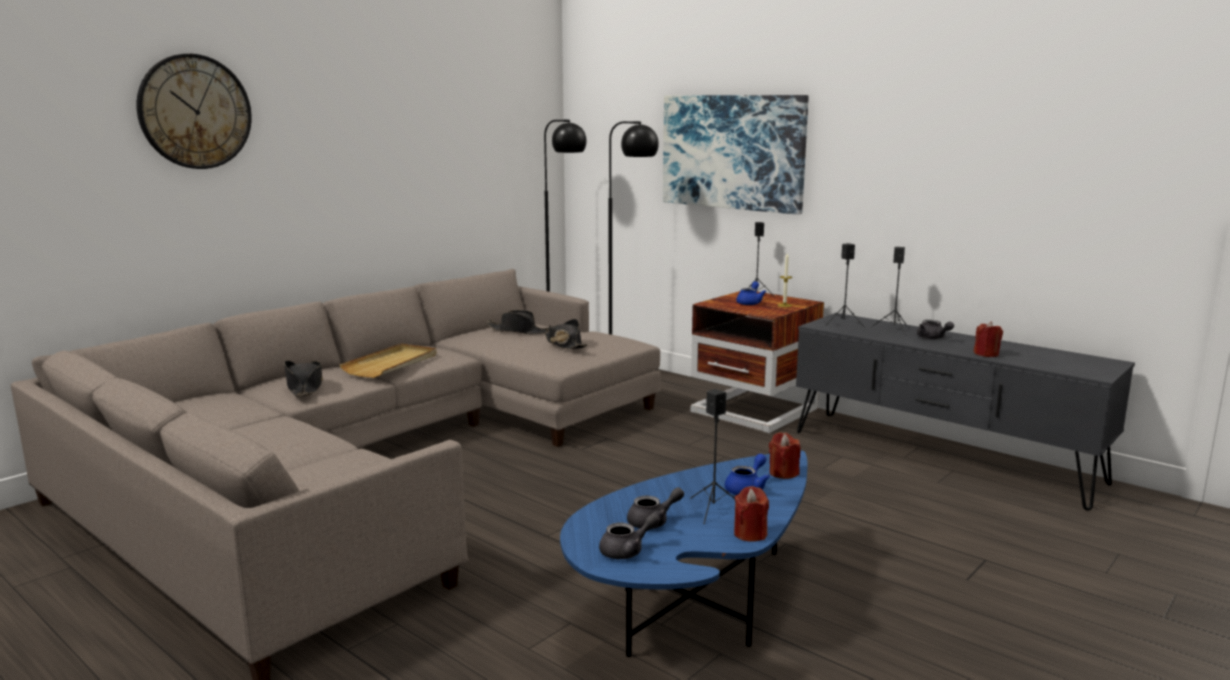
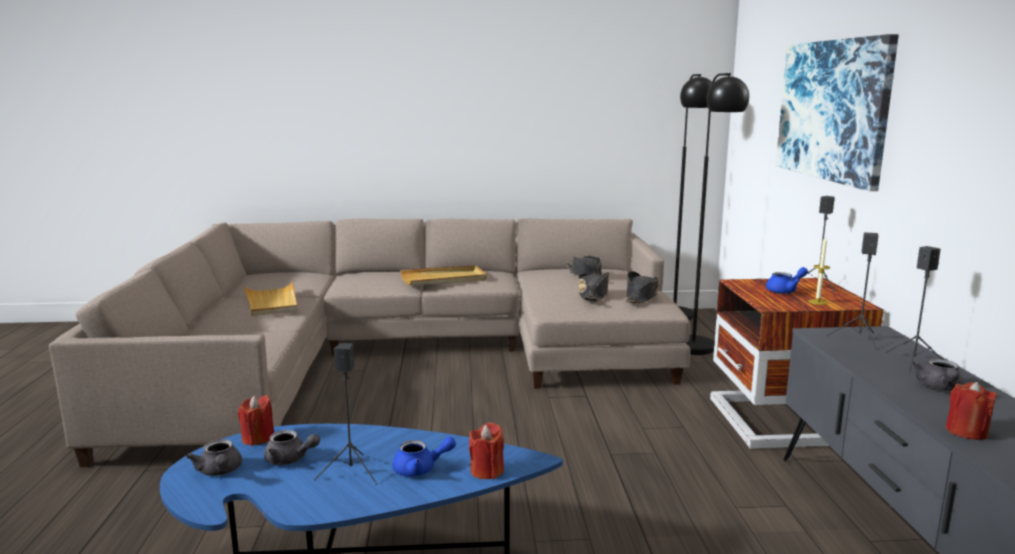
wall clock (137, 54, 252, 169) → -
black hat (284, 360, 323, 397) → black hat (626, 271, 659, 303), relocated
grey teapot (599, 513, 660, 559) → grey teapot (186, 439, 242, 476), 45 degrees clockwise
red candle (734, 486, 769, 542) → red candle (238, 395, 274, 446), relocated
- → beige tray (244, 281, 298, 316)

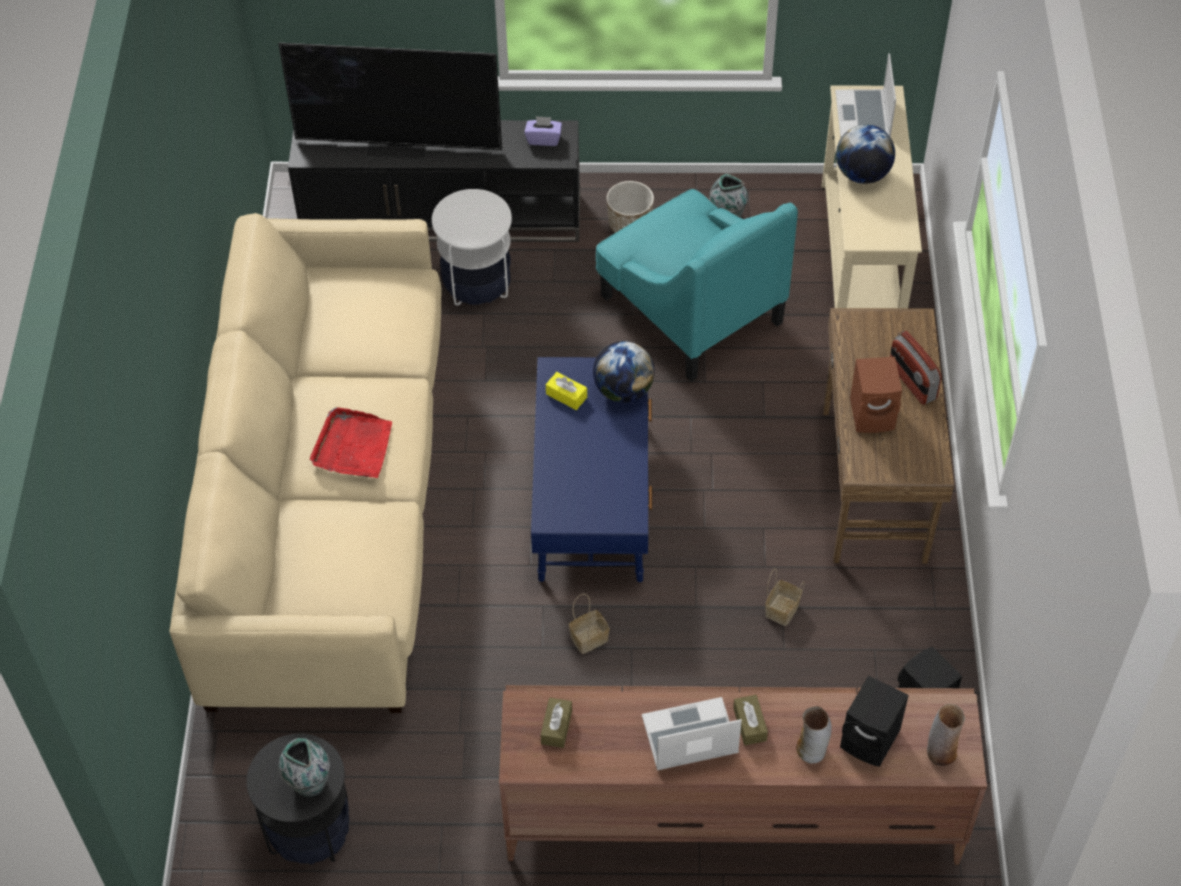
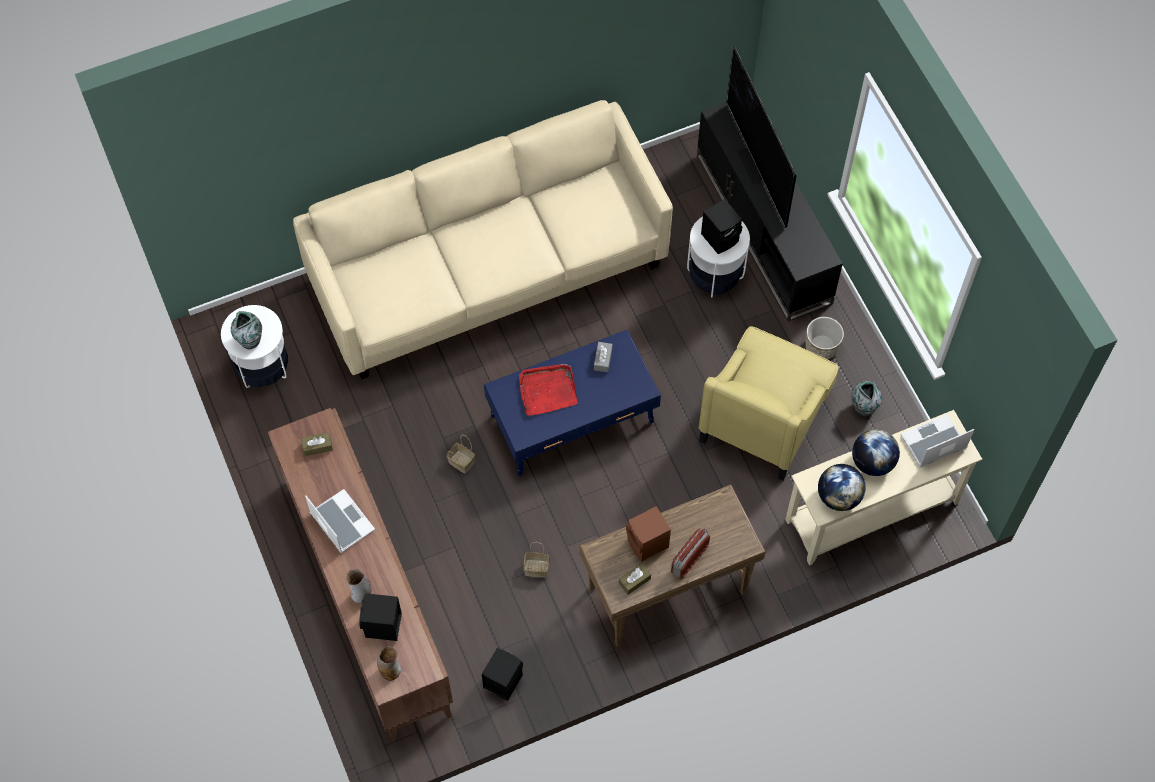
black side table (246, 734, 349, 864) → white side table (221, 305, 288, 388)
red tray (310, 407, 392, 478) → red tray (519, 364, 578, 416), relocated
purple tissue box (524, 116, 562, 146) → -
yellow tissue box (546, 372, 587, 410) → grey tissue box (594, 342, 612, 372)
globe (593, 341, 655, 403) → globe (818, 464, 866, 511), relocated
turquoise armchair (596, 189, 798, 382) → yellow armchair (699, 326, 839, 481)
brown tissue box (733, 695, 768, 745) → brown tissue box (619, 563, 651, 595), relocated
- → black speaker (701, 199, 742, 254)

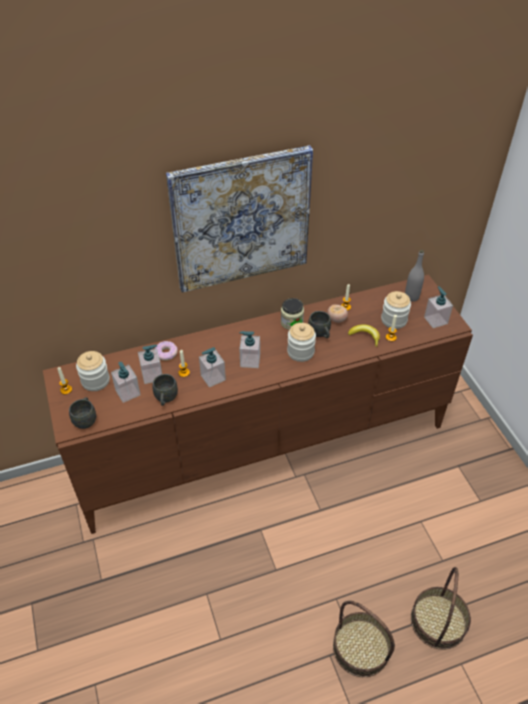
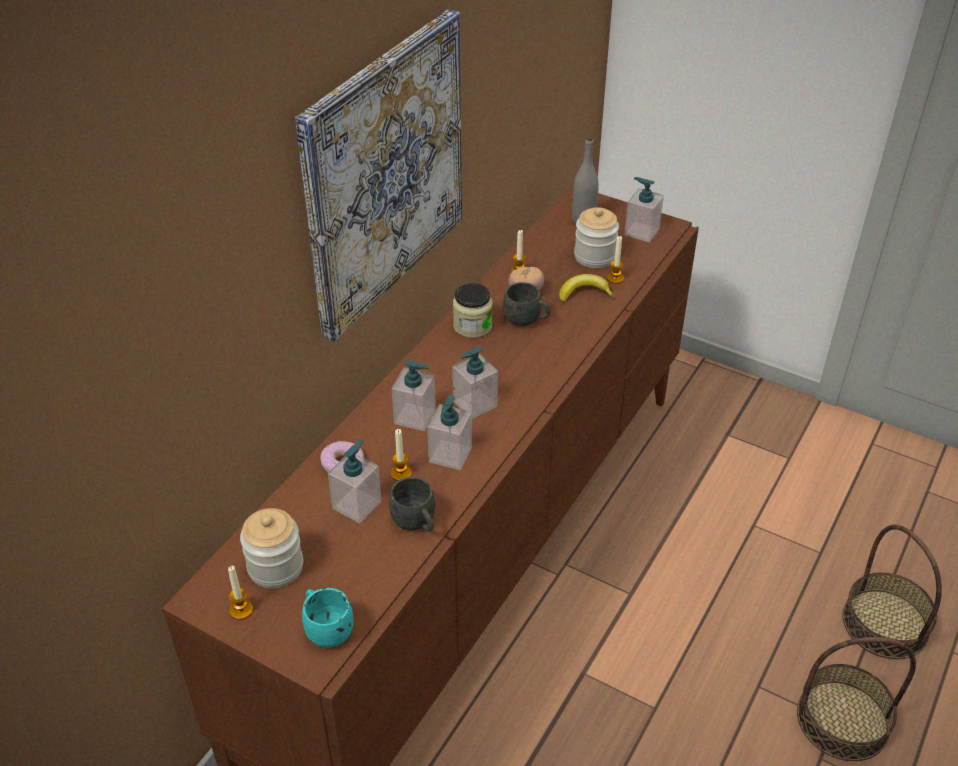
grey mug (69, 397, 96, 429) → turquoise mug (302, 588, 354, 647)
soap dispenser (111, 362, 141, 403) → soap dispenser (392, 360, 436, 431), relocated
jar (287, 323, 316, 362) → -

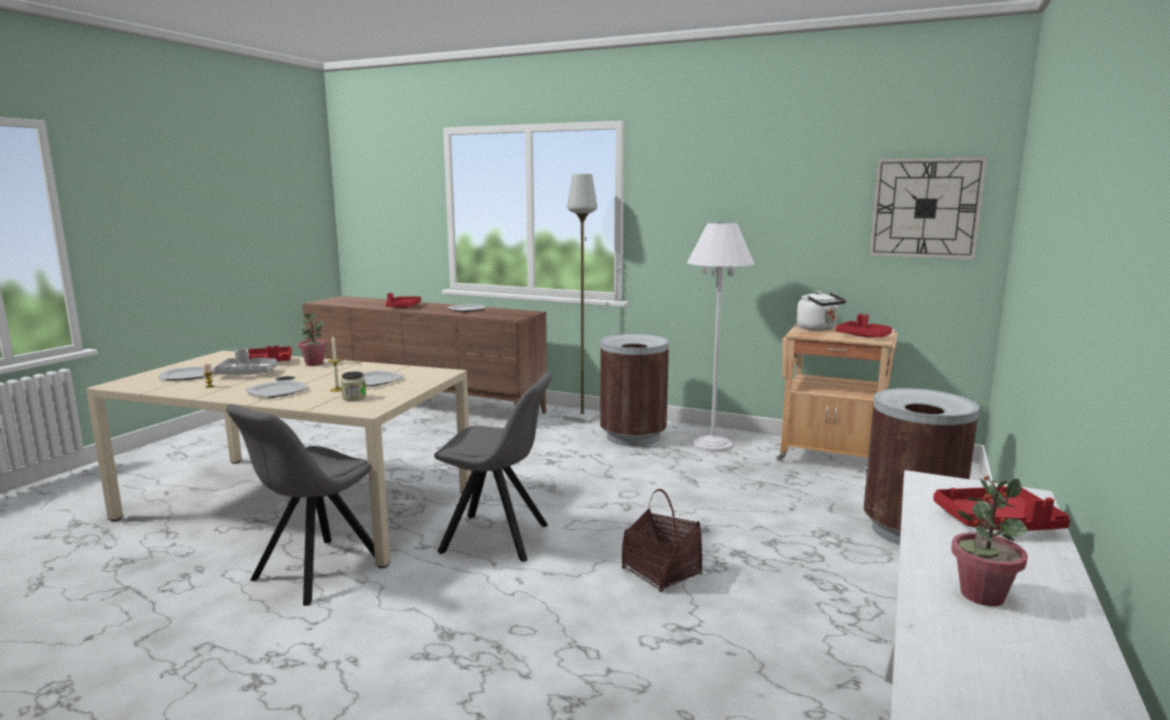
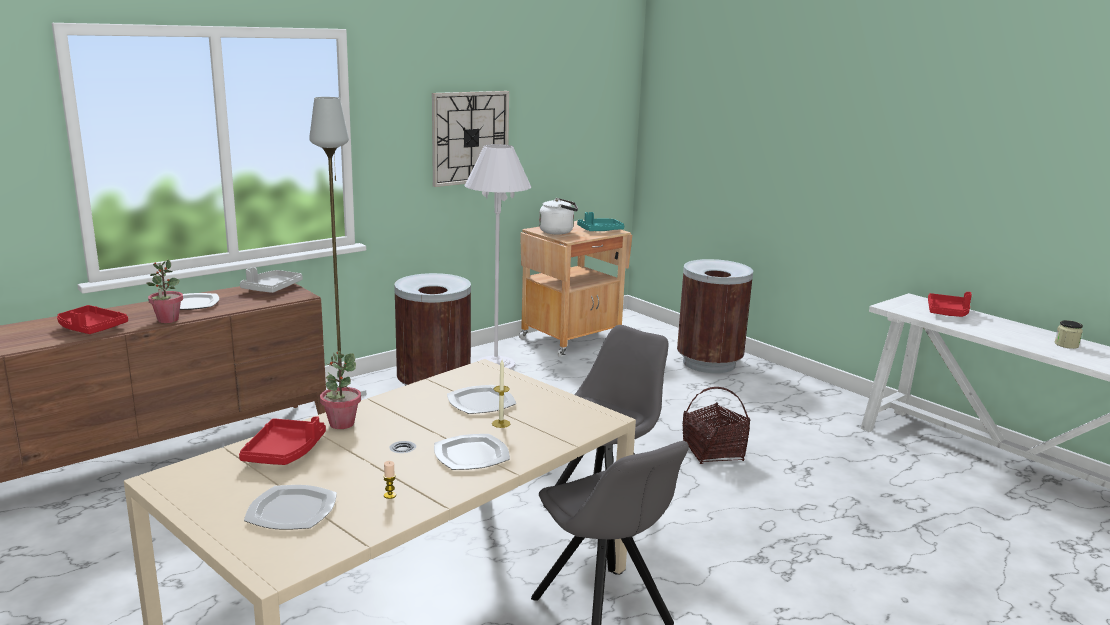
grey tray (213, 349, 278, 375) → grey tray (240, 267, 303, 293), relocated
jar (341, 371, 366, 401) → jar (1055, 320, 1083, 349), relocated
red tray (836, 314, 892, 338) → turquoise tray (577, 212, 625, 231)
wall clock (869, 157, 987, 260) → wall clock (432, 91, 509, 187), relocated
potted plant (951, 475, 1028, 606) → potted plant (147, 259, 183, 323), relocated

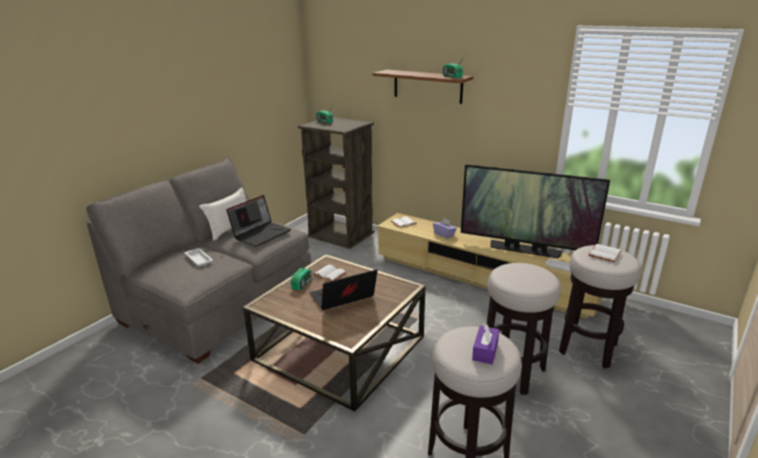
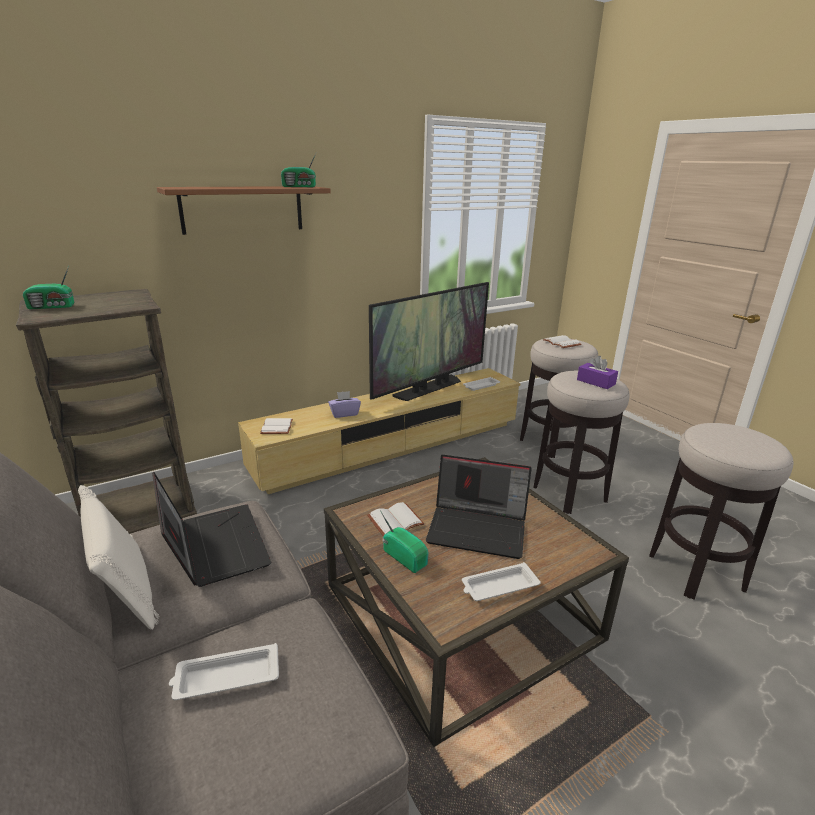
laptop (310, 269, 377, 310) → laptop (426, 455, 532, 559), 75 degrees counterclockwise
purple tissue box (472, 323, 499, 364) → purple tissue box (577, 356, 618, 389), relocated
- → white tray (462, 562, 541, 601)

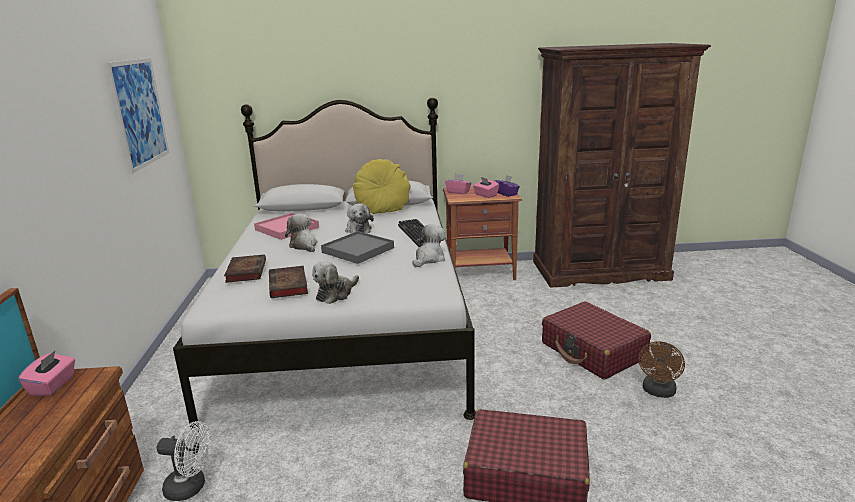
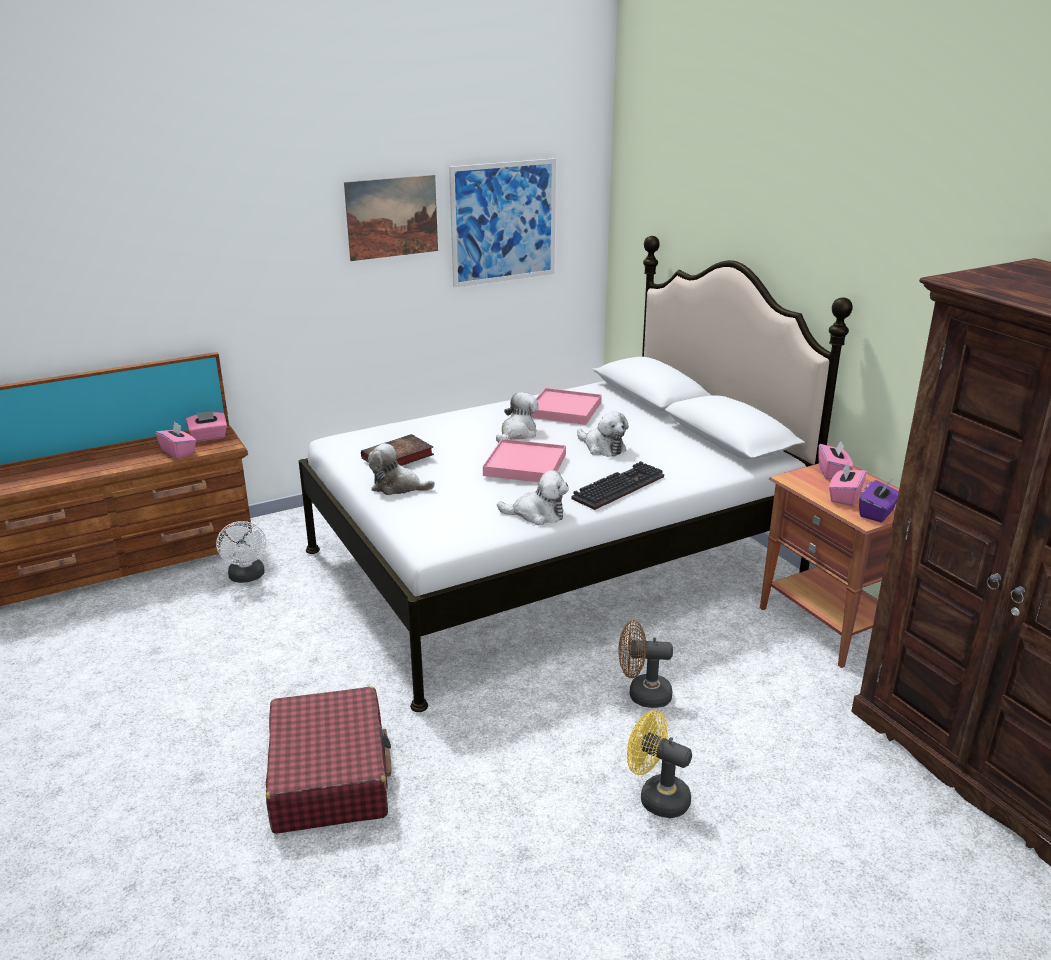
book (224, 255, 266, 283) → -
grey tray (321, 231, 394, 264) → pink tray (483, 439, 566, 482)
plush toy (345, 204, 374, 234) → plush toy (577, 412, 629, 457), 90 degrees counterclockwise
yellow pillow (353, 159, 411, 214) → -
red suitcase (542, 301, 651, 380) → yellow fan (627, 710, 692, 818)
brown fan (639, 341, 685, 398) → brown fan (618, 620, 673, 708), relocated
- → pink tissue box (156, 422, 196, 459)
- → picture (344, 175, 438, 261)

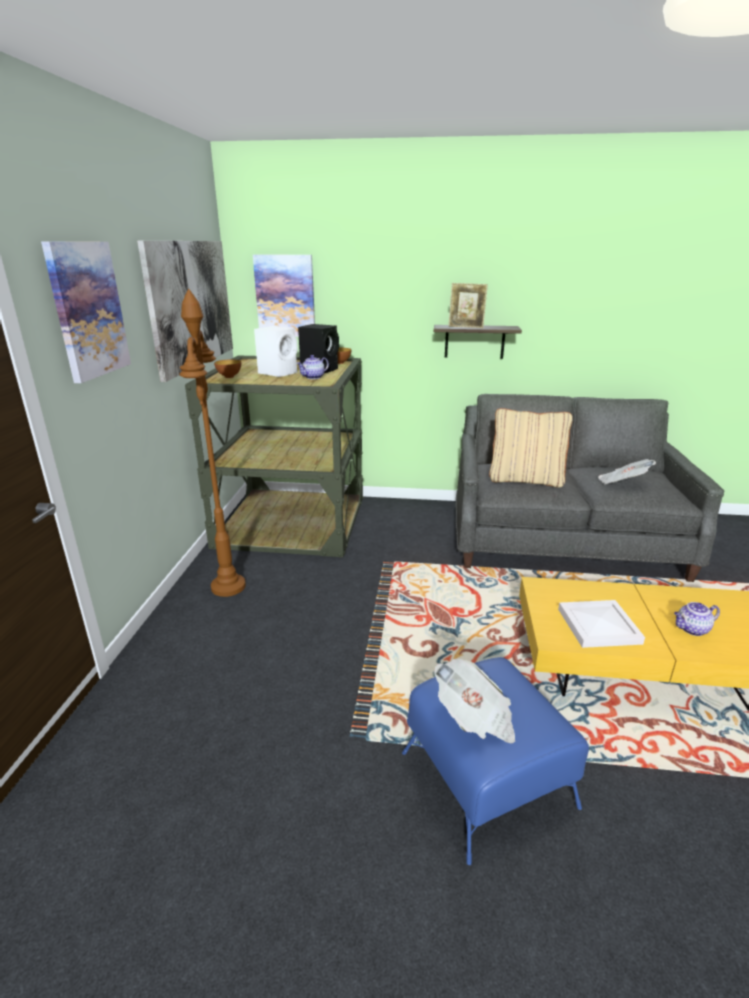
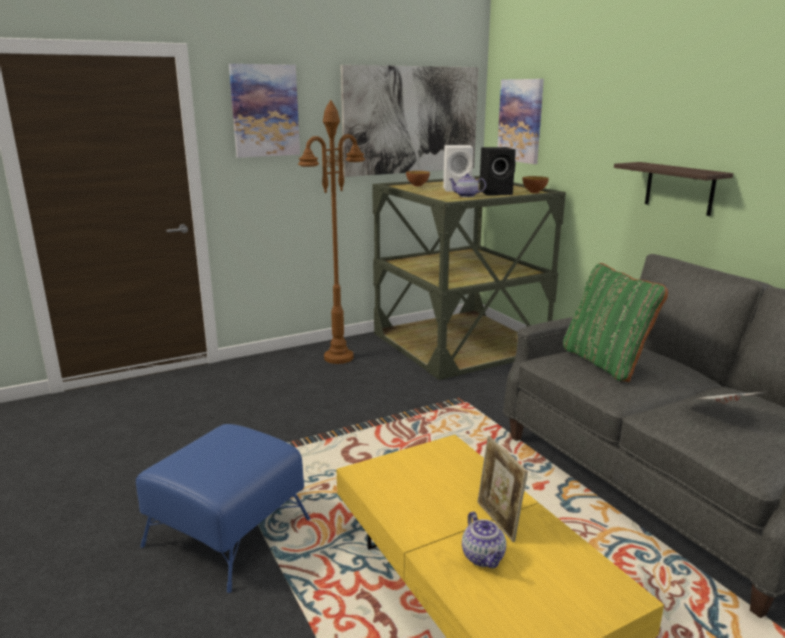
newspaper (434, 659, 516, 743) → -
picture frame (448, 283, 488, 328) → picture frame (477, 436, 528, 542), relocated
beige pillow (489, 408, 573, 488) → green pillow (563, 263, 668, 382)
white tray (558, 600, 645, 648) → -
teapot (674, 602, 720, 636) → teapot (462, 511, 506, 568), 150 degrees counterclockwise

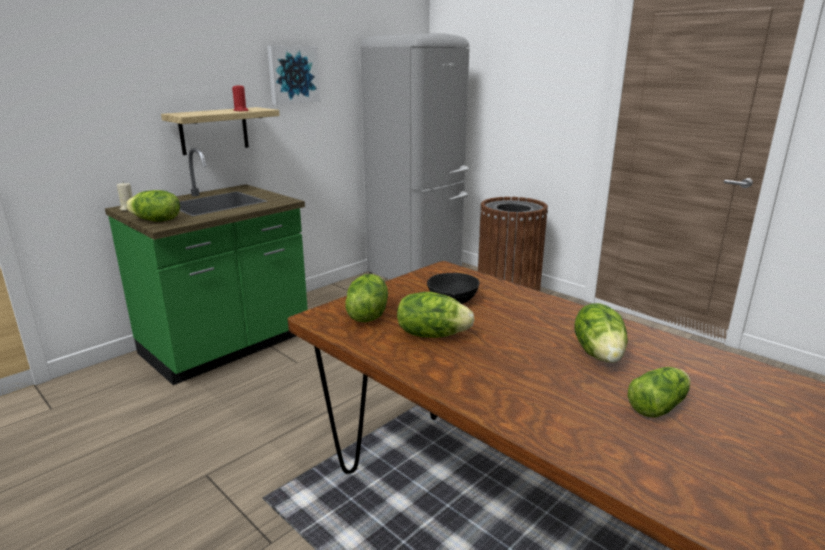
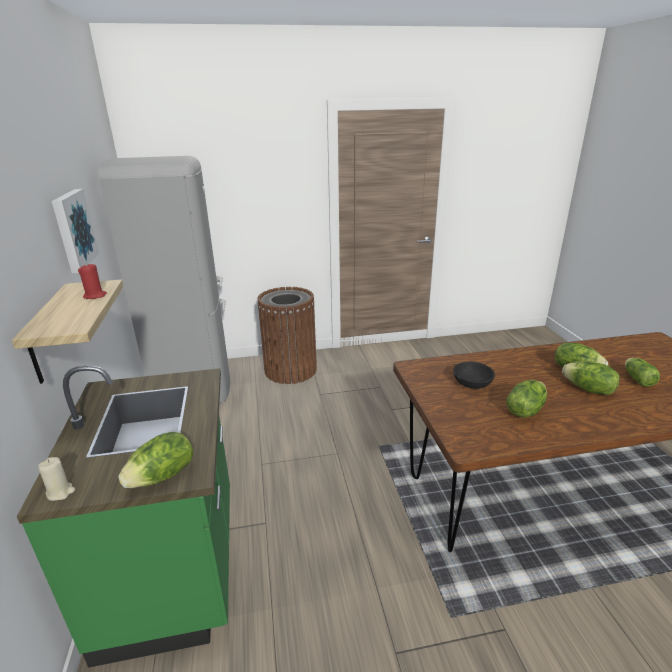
lettuce (345, 274, 388, 322) → lettuce (562, 361, 620, 395), relocated

